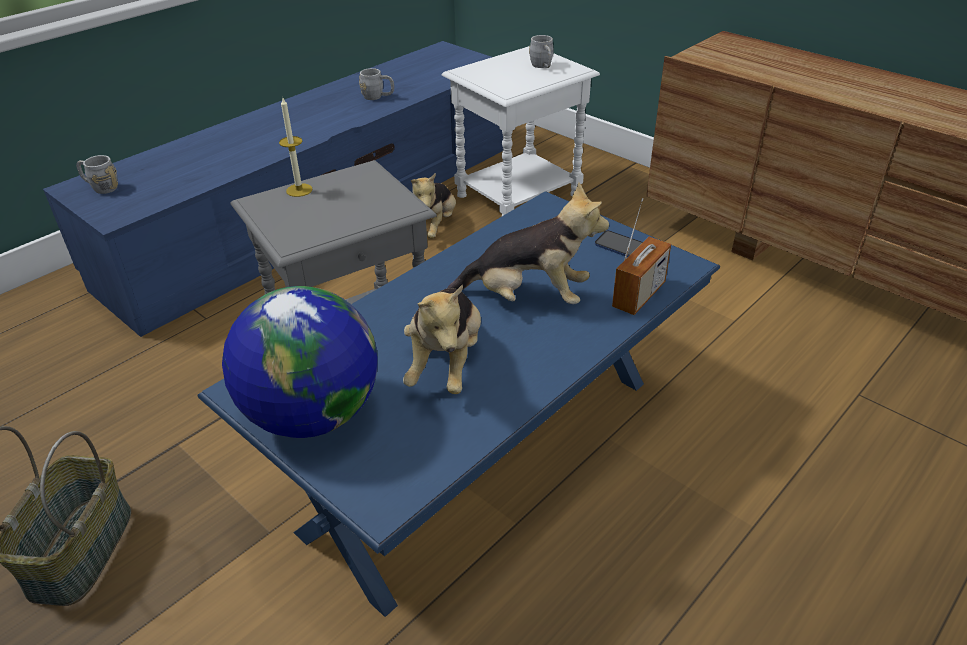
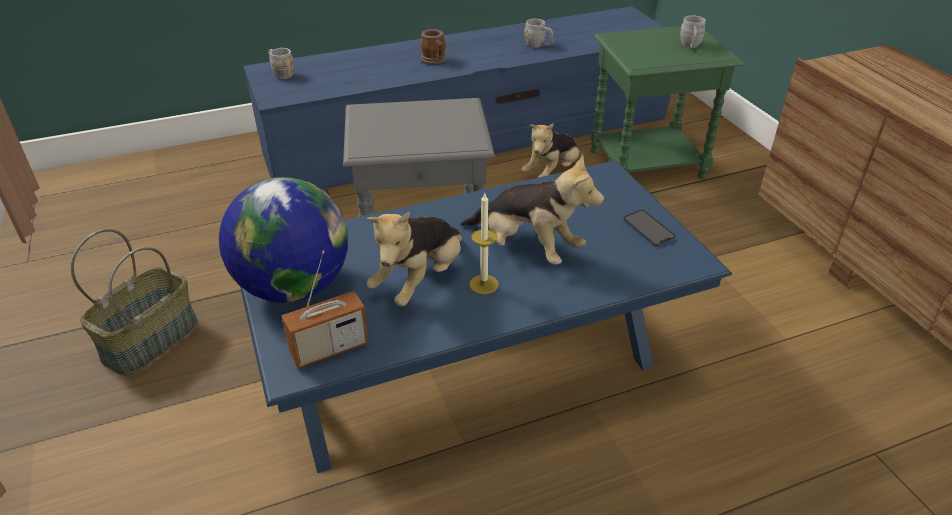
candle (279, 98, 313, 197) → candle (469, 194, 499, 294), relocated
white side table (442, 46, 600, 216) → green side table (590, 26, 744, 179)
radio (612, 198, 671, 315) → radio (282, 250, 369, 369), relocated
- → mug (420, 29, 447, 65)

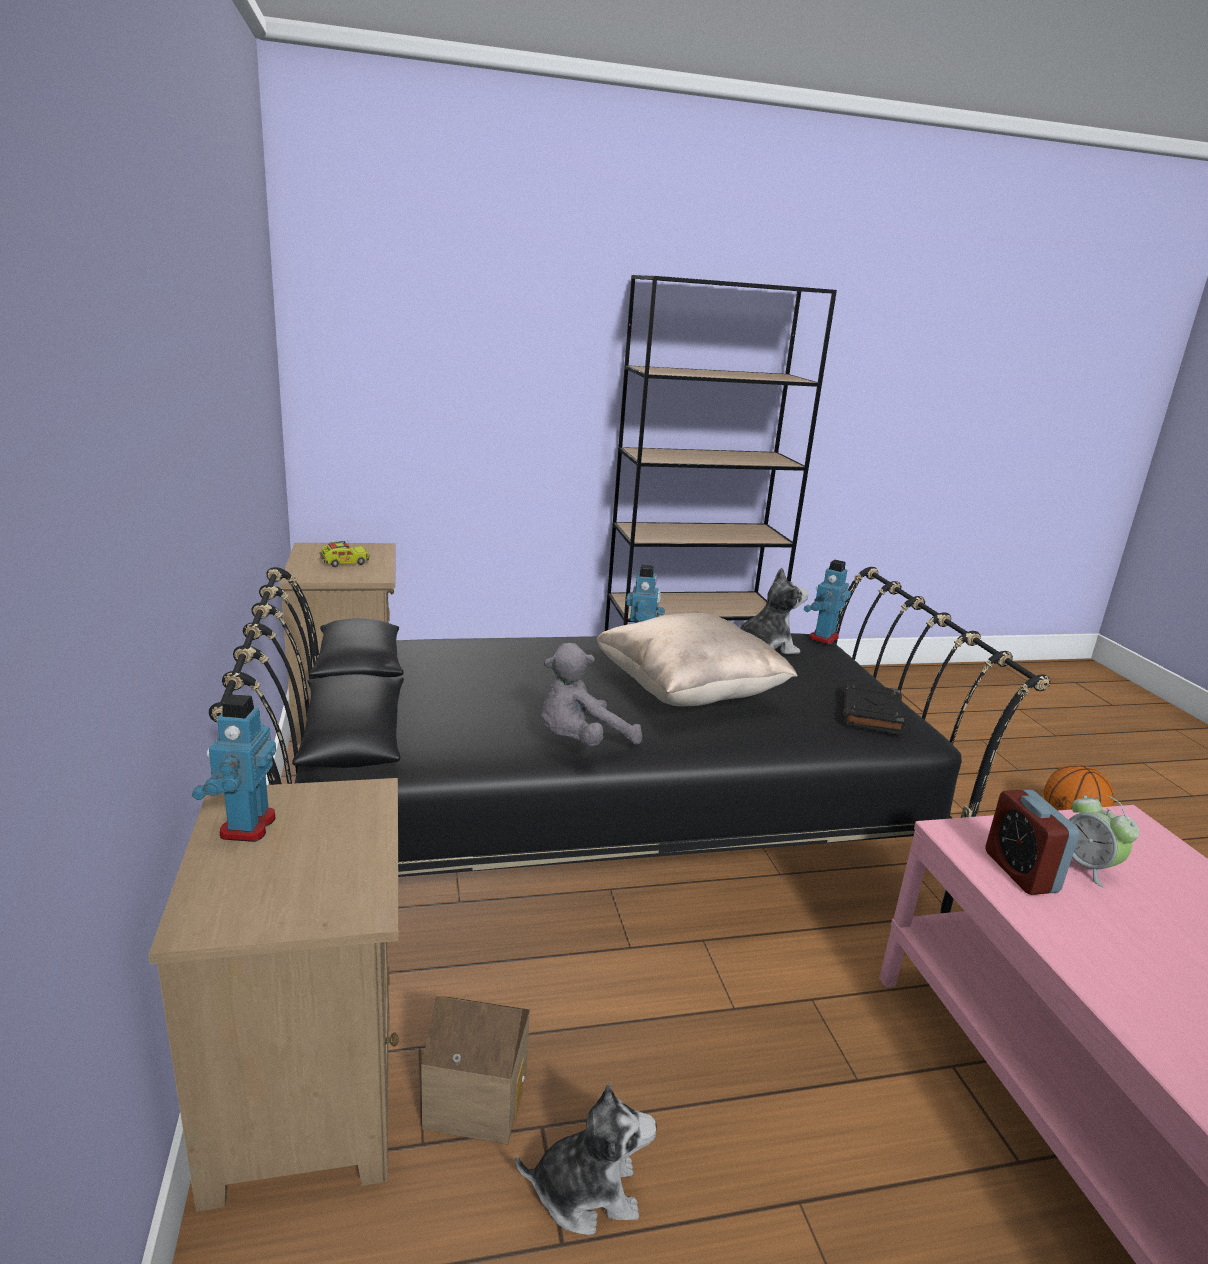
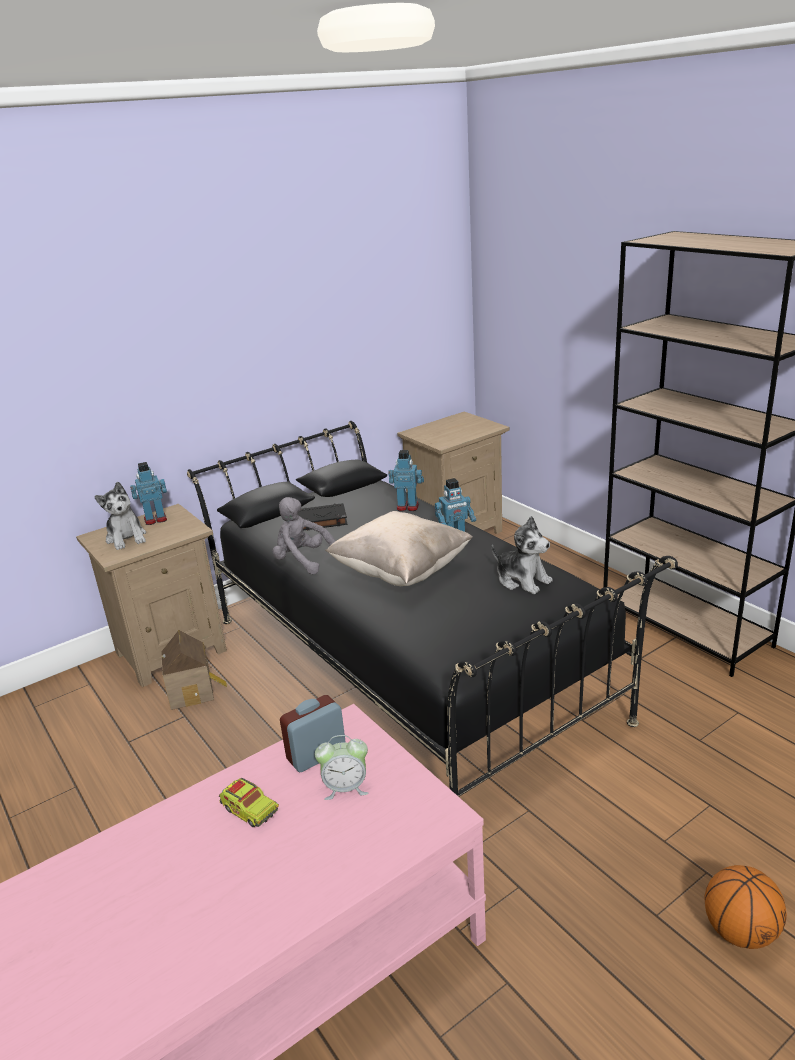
toy truck (319, 541, 370, 567) → toy truck (219, 778, 279, 827), relocated
plush toy (516, 1083, 657, 1235) → plush toy (94, 482, 146, 550), relocated
toy robot (804, 559, 851, 645) → toy robot (388, 450, 424, 511), relocated
black book (843, 681, 905, 735) → black book (298, 503, 348, 531), relocated
alarm clock (1069, 795, 1139, 887) → alarm clock (315, 735, 368, 800), 135 degrees counterclockwise

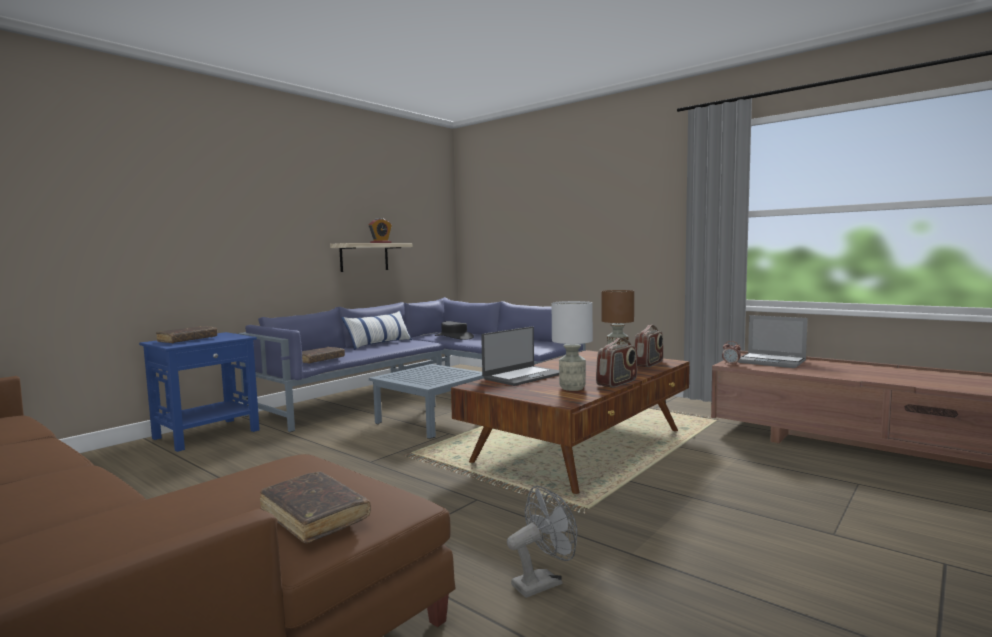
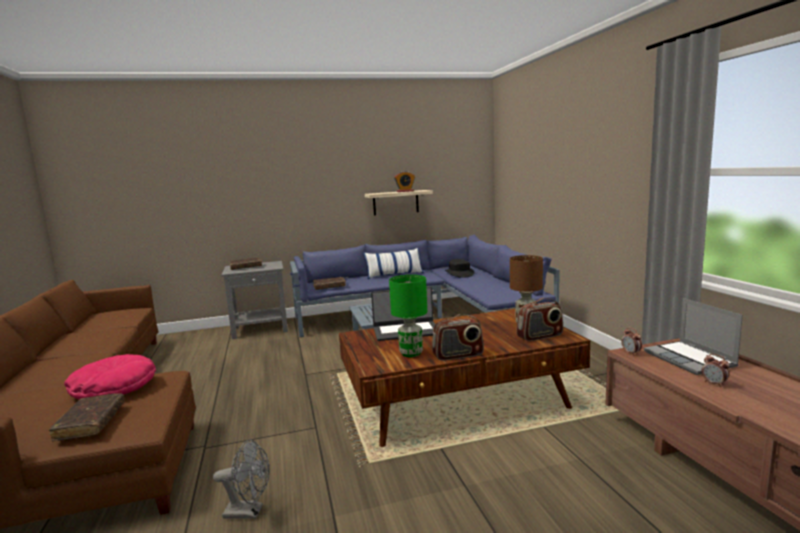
blue side table (139, 332, 260, 452) → grey side table (221, 261, 288, 339)
grey table lamp (552, 301, 593, 391) → green table lamp (389, 275, 427, 357)
- → pink pillow (64, 354, 156, 400)
- → alarm clock (702, 354, 730, 387)

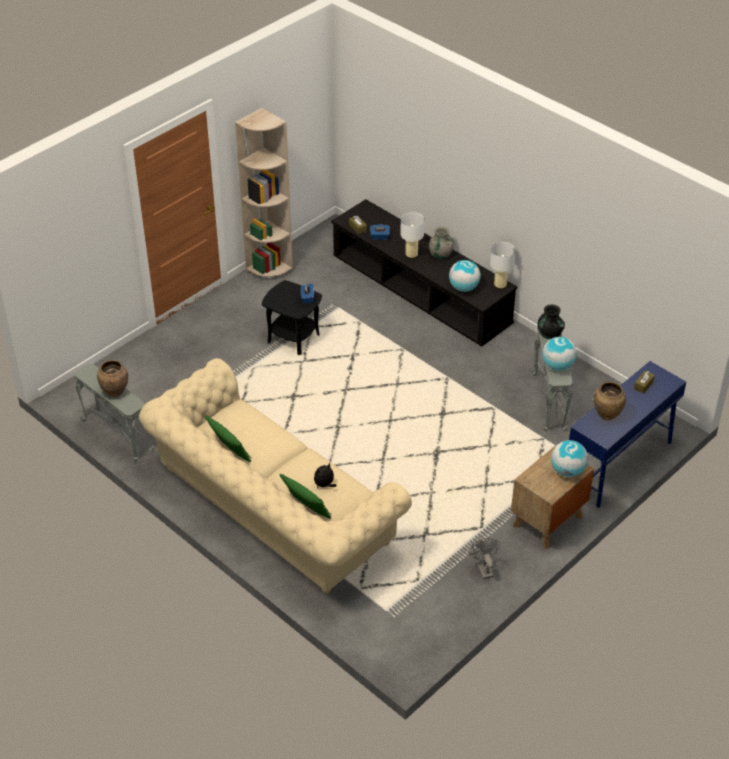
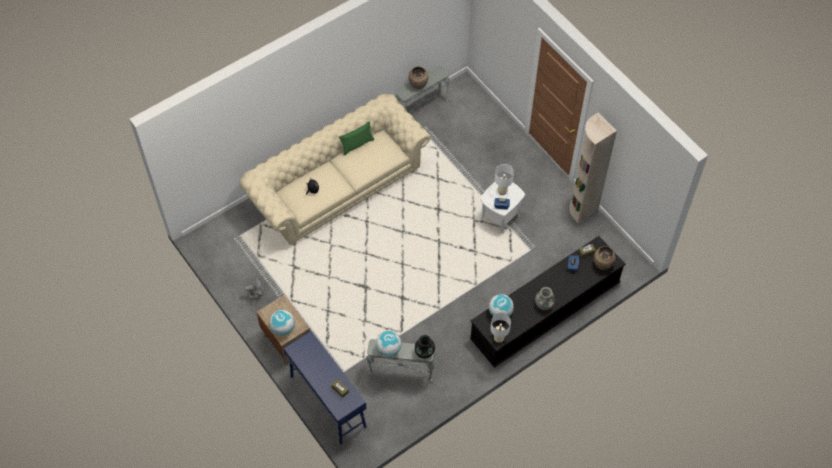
black side table (262, 280, 322, 355) → white side table (480, 177, 525, 233)
green pillow (280, 474, 331, 519) → -
white table lamp (401, 212, 425, 259) → white table lamp (495, 164, 514, 195), relocated
brown vase (594, 382, 626, 420) → brown vase (594, 246, 616, 270), relocated

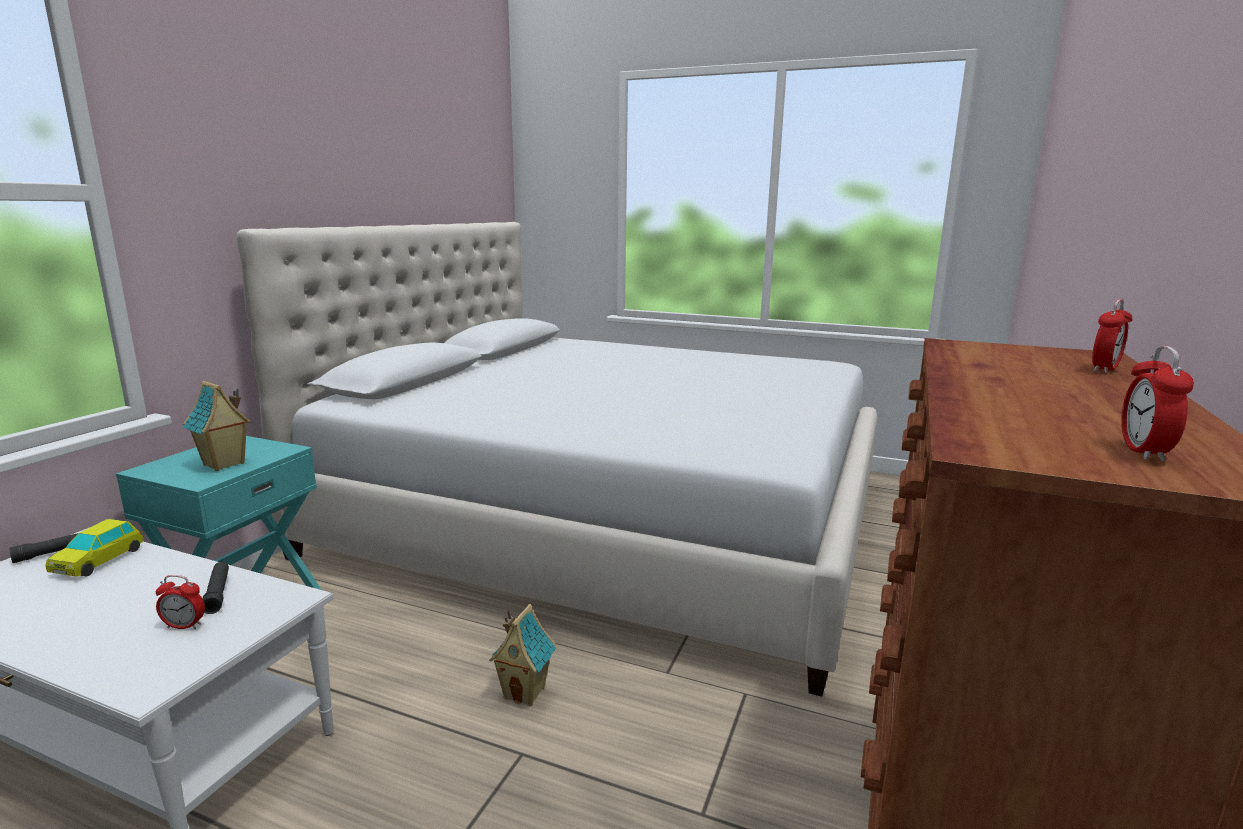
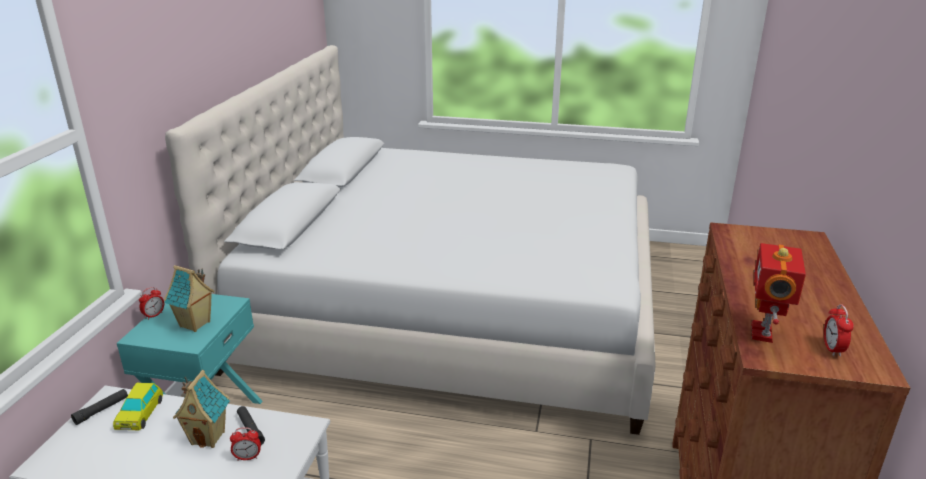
toy house (489, 604, 556, 706) → toy house (173, 370, 230, 448), relocated
alarm clock (1092, 299, 1132, 373) → alarm clock (139, 287, 164, 320), relocated
- → toy robot (751, 243, 806, 343)

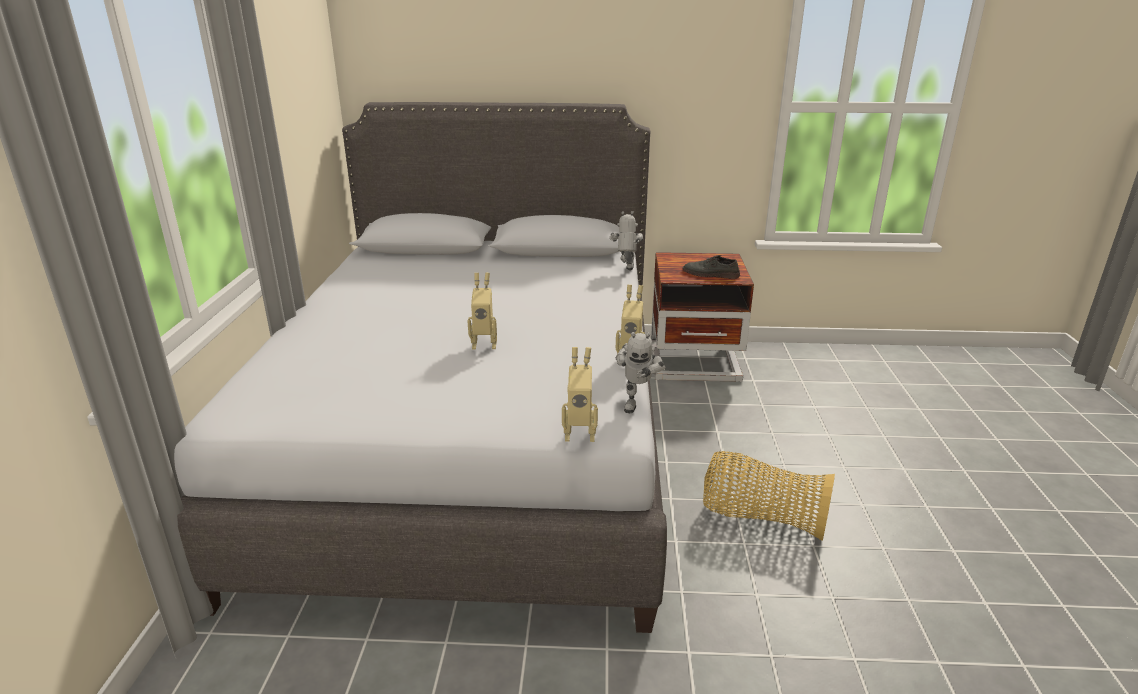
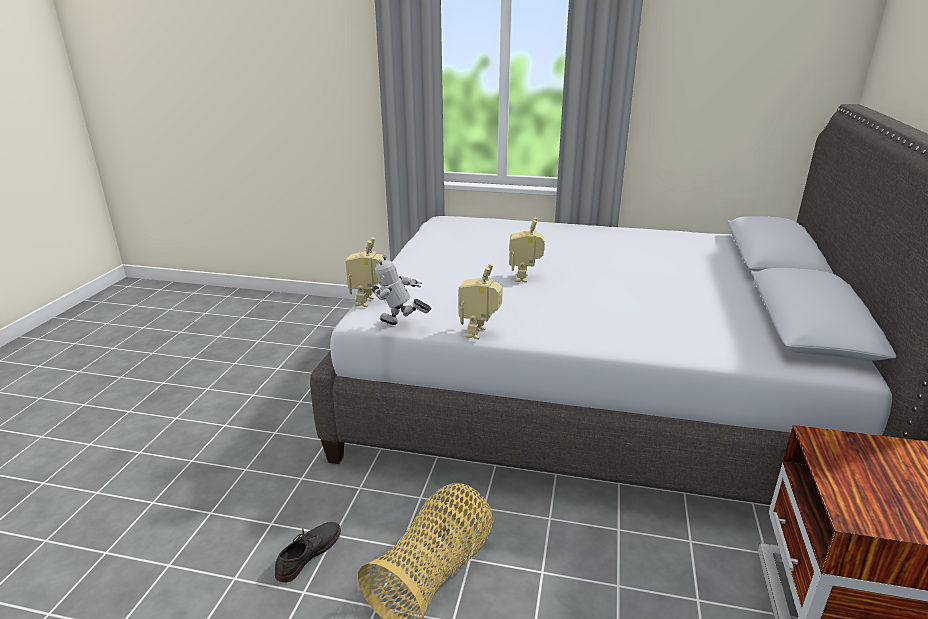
toy robot (609, 211, 643, 270) → -
grey shoe (683, 255, 740, 279) → grey shoe (275, 522, 341, 583), relocated

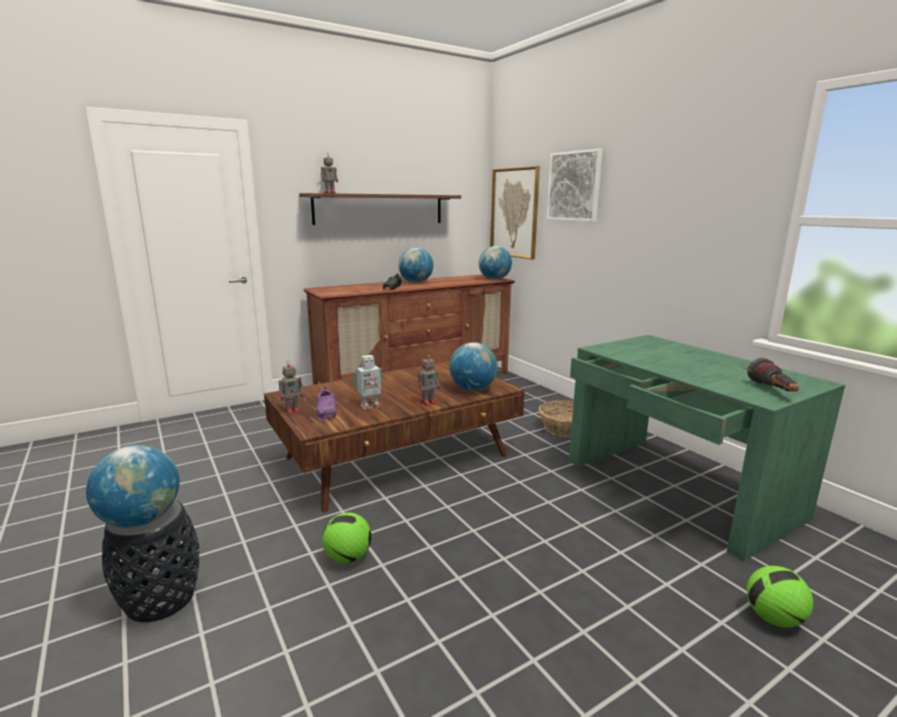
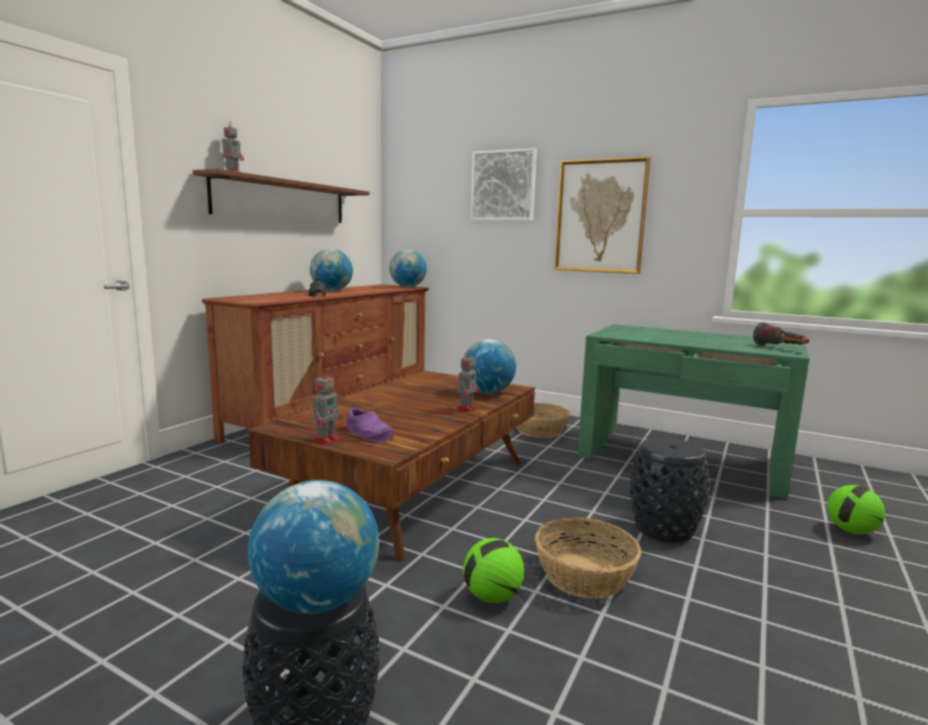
toy robot (353, 355, 383, 410) → -
picture (490, 166, 540, 260) → picture (554, 157, 651, 274), relocated
- → basket (535, 517, 641, 599)
- → black stool (630, 437, 709, 543)

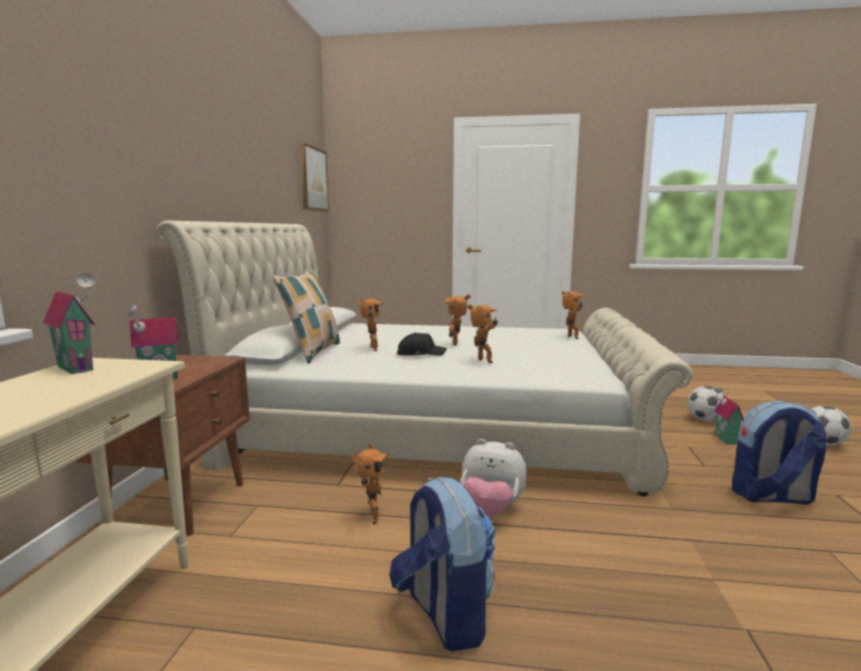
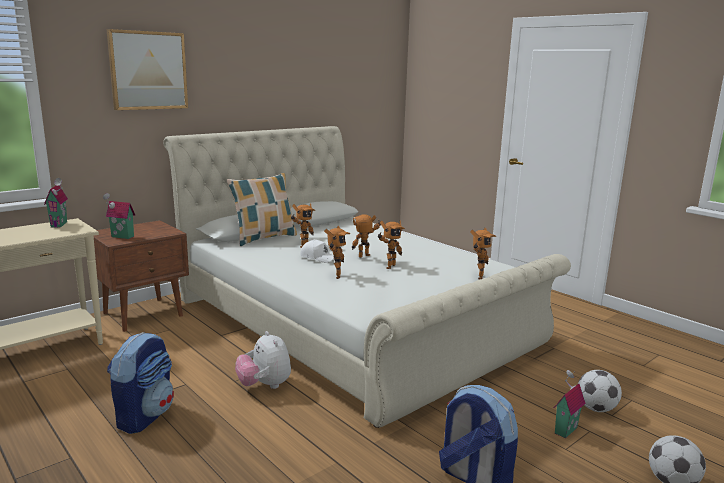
picture (300, 143, 329, 212) → picture (106, 29, 188, 110), relocated
toy robot (352, 443, 389, 524) → toy robot (378, 220, 405, 269), relocated
black cap (397, 333, 447, 356) → white cap (301, 240, 334, 263)

